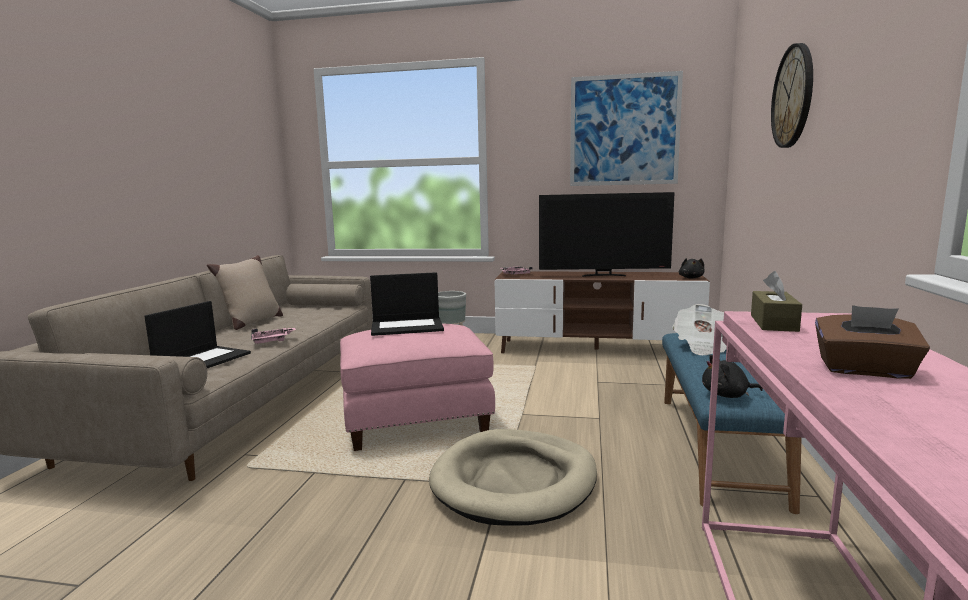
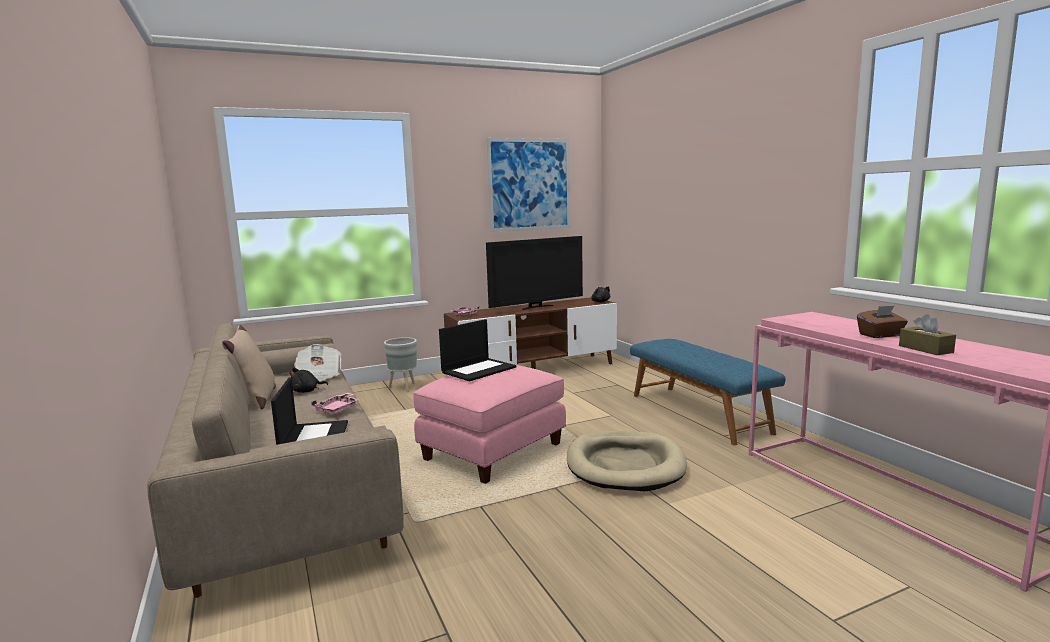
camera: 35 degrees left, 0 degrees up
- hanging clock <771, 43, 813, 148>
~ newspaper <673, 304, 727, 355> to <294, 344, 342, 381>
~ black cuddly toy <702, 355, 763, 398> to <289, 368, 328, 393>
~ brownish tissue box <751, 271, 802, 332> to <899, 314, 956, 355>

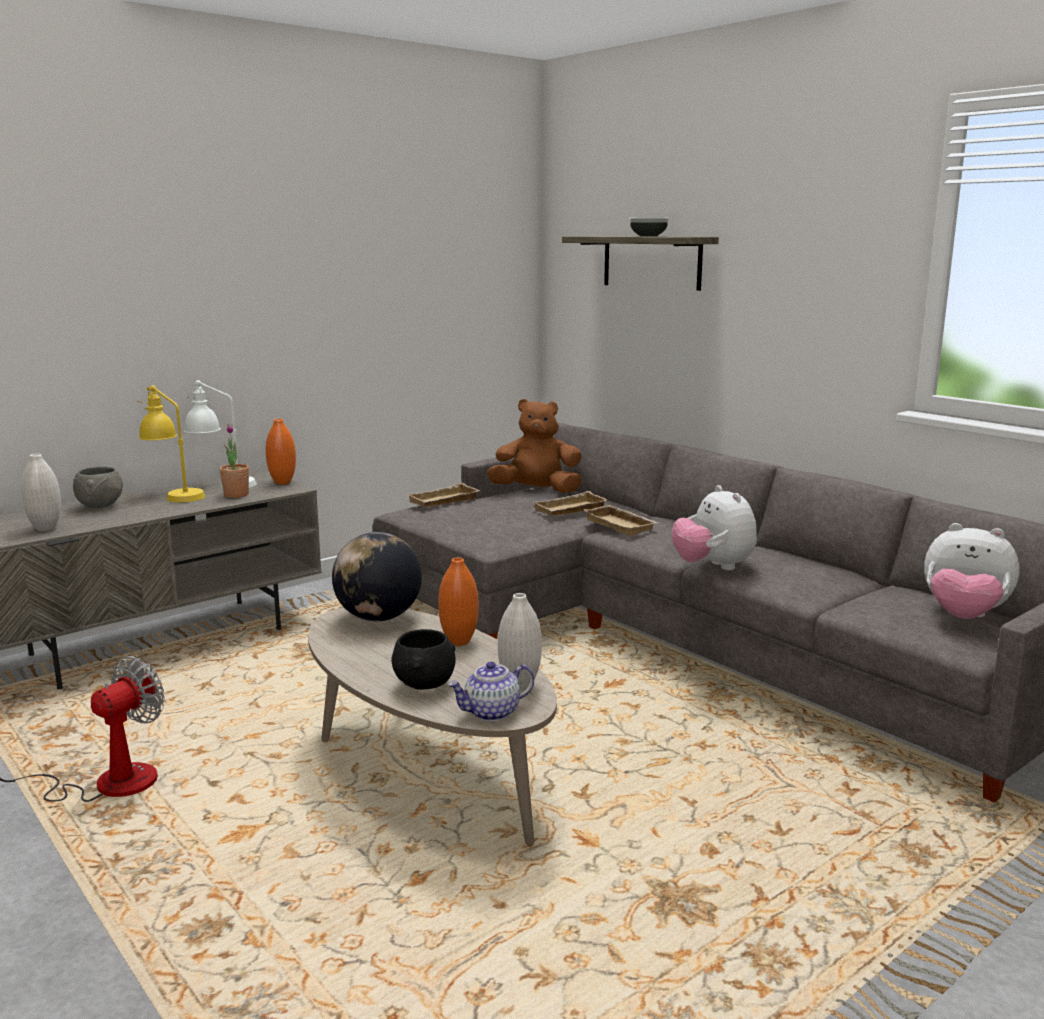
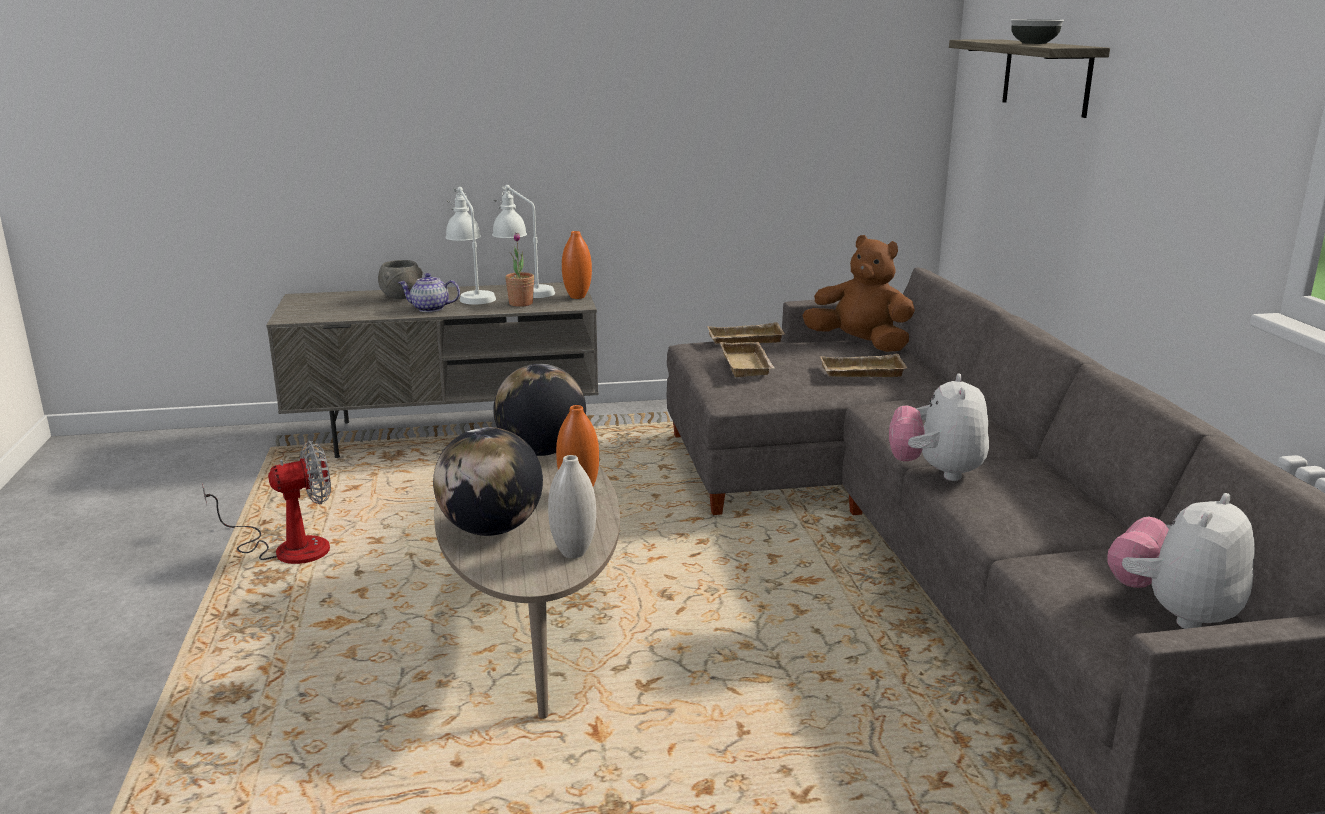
camera: 30 degrees right, 5 degrees up
- white flower vase <21, 454, 61, 531>
~ teapot <448, 661, 534, 721> to <398, 273, 460, 312>
~ sand-coloured serving tray <583, 505, 658, 536> to <720, 342, 775, 377>
~ black deep dish <391, 629, 456, 690> to world globe <433, 427, 543, 536>
~ yellow-coloured tabletop lamp <138, 385, 205, 502> to white tabletop lamp <445, 187, 496, 305>
~ cuddly toy <924, 523, 1020, 619> = <1107, 493, 1255, 629> 75 degrees clockwise

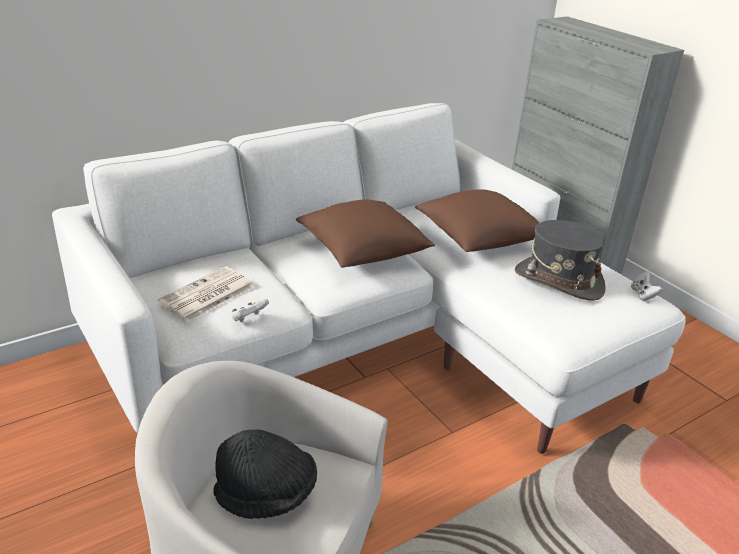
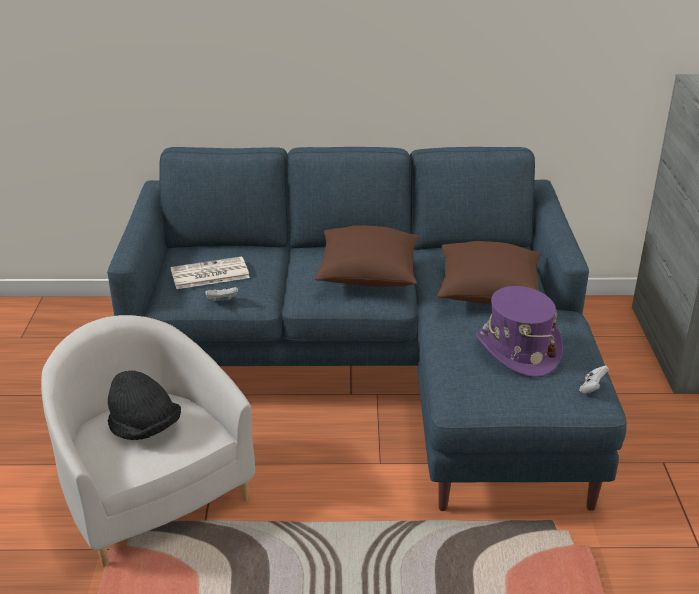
camera: 35 degrees right, 0 degrees up
~ white settee <52, 103, 686, 454> to blue-coloured settee <107, 147, 627, 511>
~ greyish clothing hat <515, 220, 606, 301> to purple-coloured clothing hat <476, 286, 563, 378>

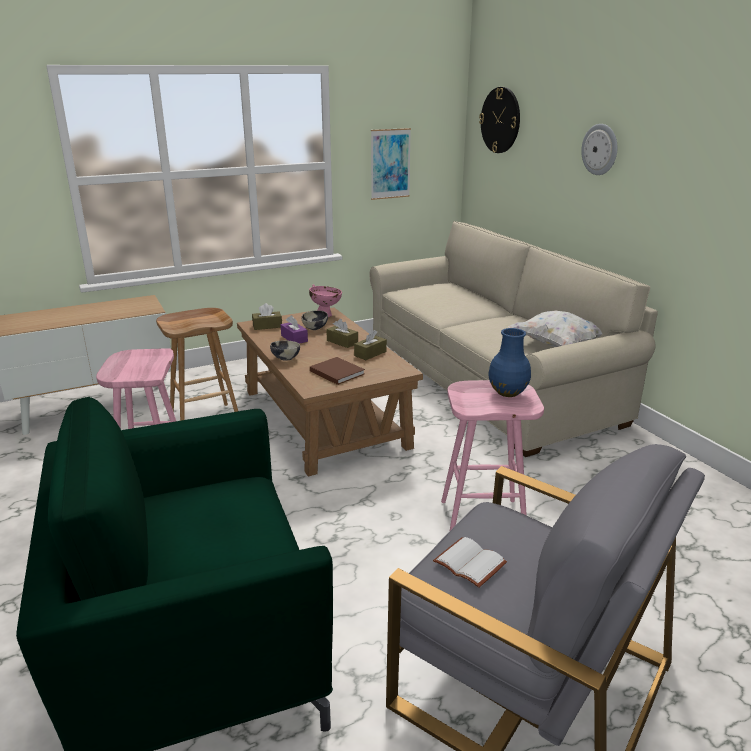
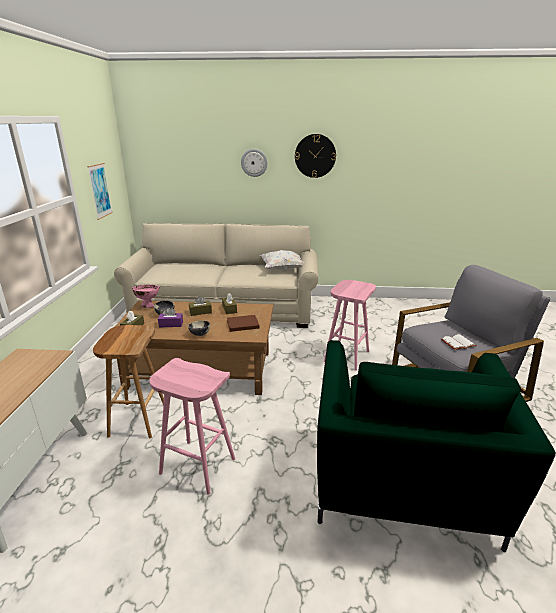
camera: 60 degrees left, 0 degrees up
- blue-coloured flower vase <488, 328, 531, 397>
~ hanging clock <479, 87, 520, 153> to <295, 134, 336, 178>

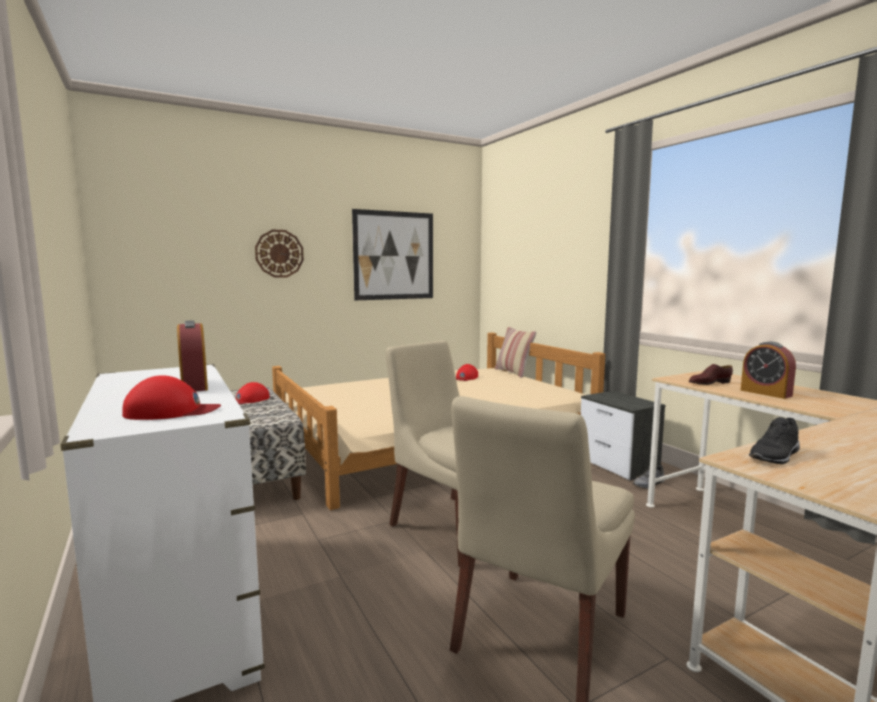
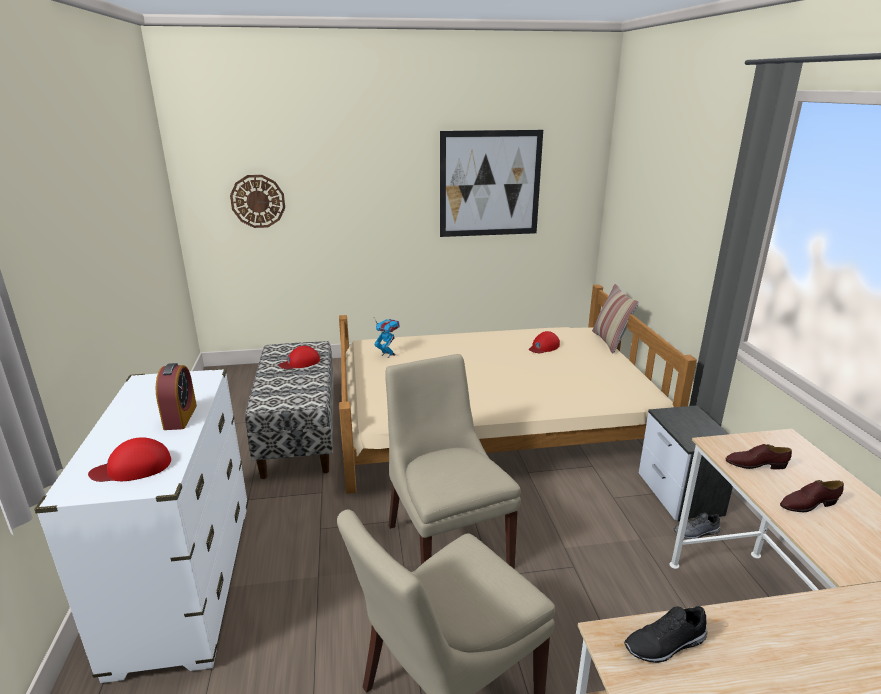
camera: 20 degrees right, 15 degrees up
+ robot figure <374, 318, 400, 358>
~ hanging clock <255, 230, 304, 278> to <230, 175, 285, 228>
~ table clock <741, 342, 796, 399> to brownish low shoe <780, 480, 844, 512>
~ red baseball cap <122, 375, 221, 420> = <88, 437, 171, 482> 150 degrees clockwise

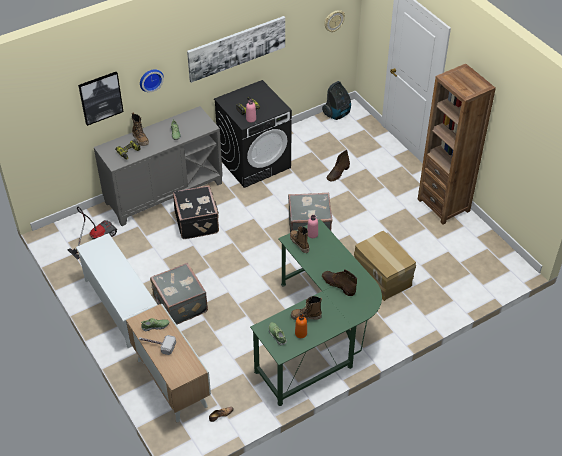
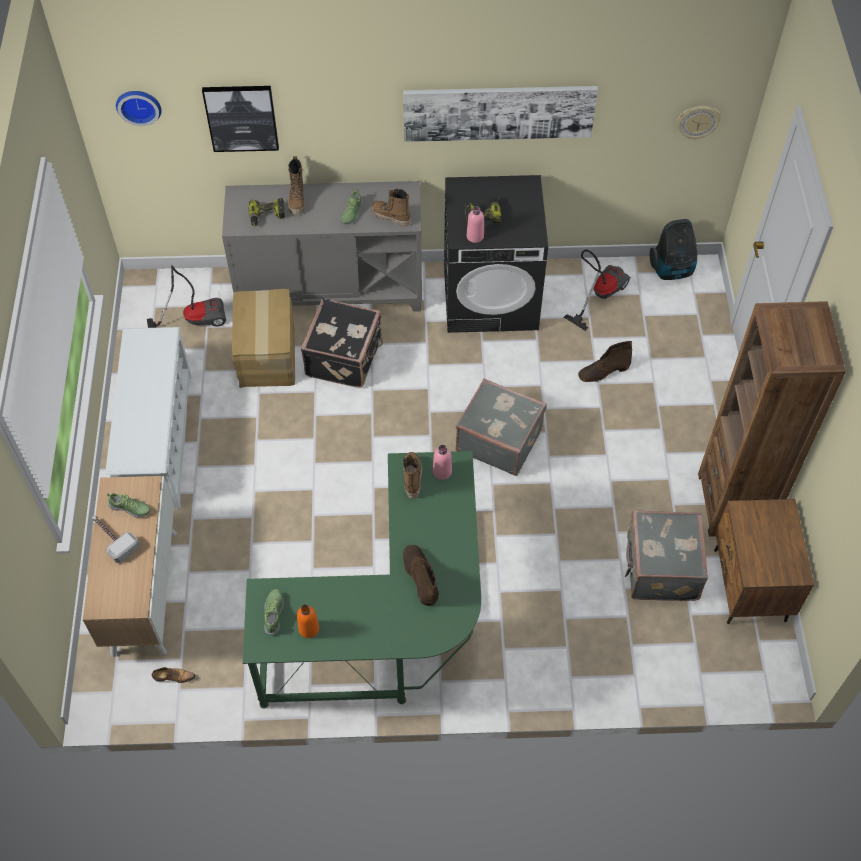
camera: 30 degrees right, 10 degrees up
+ vacuum cleaner <564, 249, 631, 331>
+ brownish night table <714, 499, 814, 624>
~ hanging clock <140, 69, 164, 92> to <116, 91, 162, 126>
~ greyish piece of luggage <150, 263, 208, 325> to <625, 510, 708, 601>
~ high-top boot <291, 296, 322, 320> to <371, 189, 411, 227>
~ cardboard box <354, 231, 416, 301> to <232, 289, 295, 388>

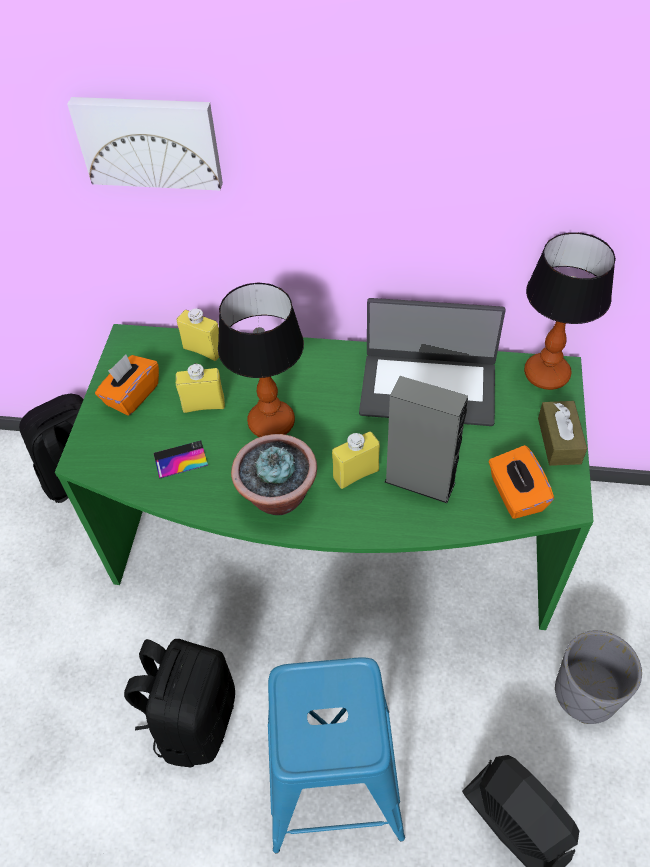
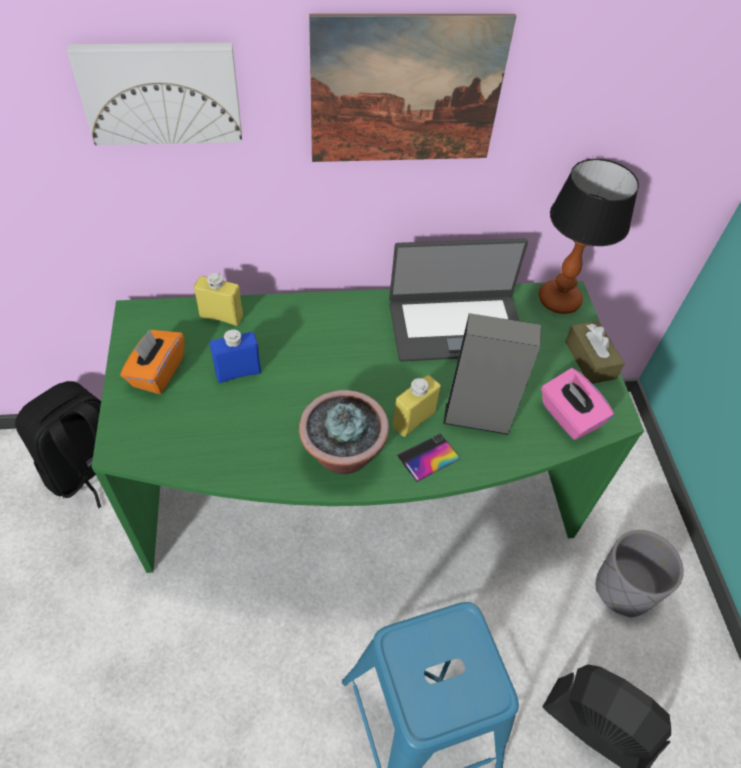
camera: 20 degrees left, 0 degrees up
- black knapsack <124, 639, 235, 767>
- tabletop lamp <218, 282, 304, 437>
+ picture <309, 14, 516, 162>
~ phone <154, 440, 208, 479> to <397, 434, 460, 482>
~ yellow-coloured bottle <176, 363, 225, 413> to blue-coloured bottle <210, 329, 261, 383>
~ orangey tissue box <488, 445, 554, 519> to pink-coloured tissue box <541, 368, 614, 440>

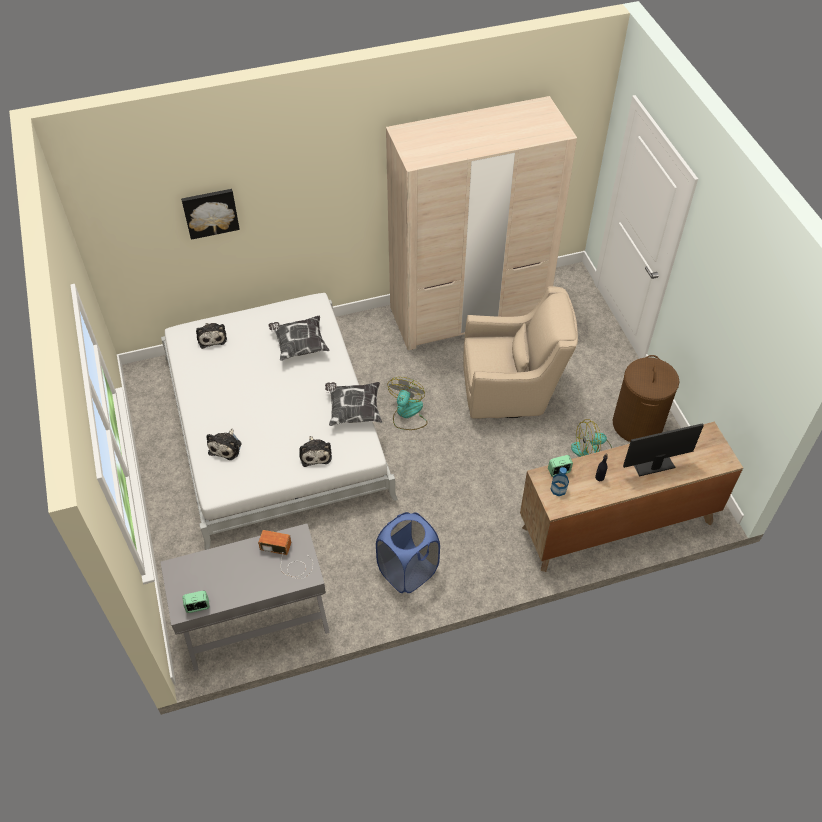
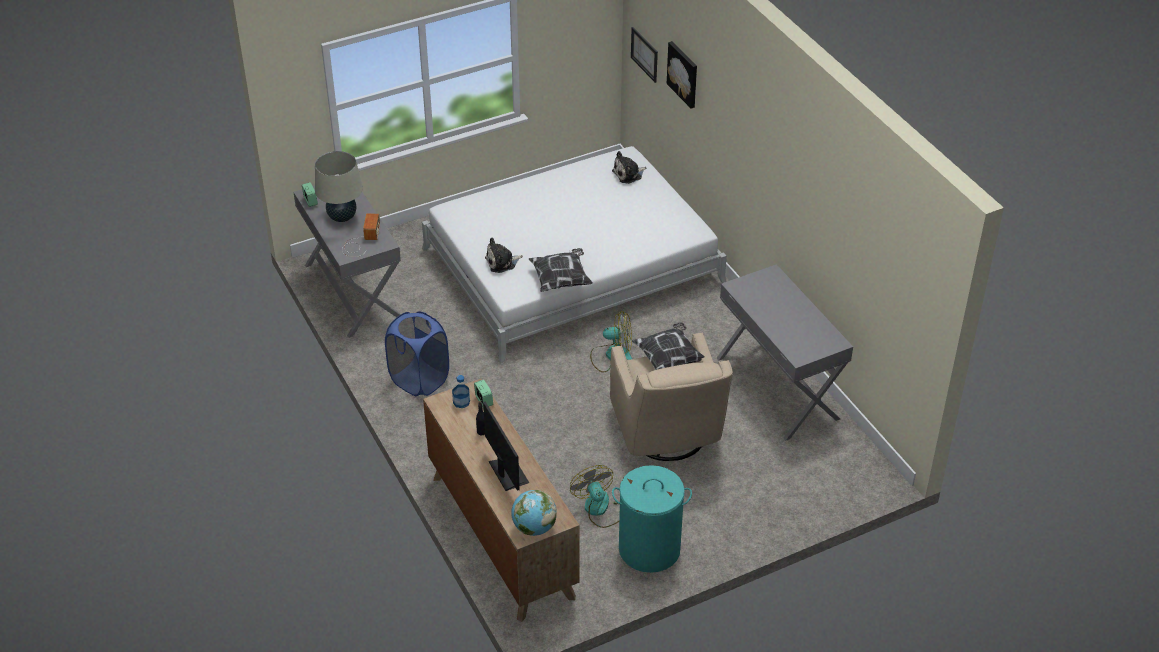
camera: 80 degrees right, 10 degrees down
- cuddly toy <206, 428, 241, 460>
+ sand-coloured tabletop lamp <315, 151, 363, 222>
+ world globe <511, 490, 557, 536>
+ picture <631, 27, 658, 83>
~ throw pillow <269, 316, 330, 361> to <632, 322, 704, 370>
~ sand-coloured armoire <386, 96, 577, 350> to greyish desk table <717, 264, 853, 441>
~ brownish hamper <613, 355, 679, 442> to turquoise-coloured hamper <612, 465, 692, 573>

